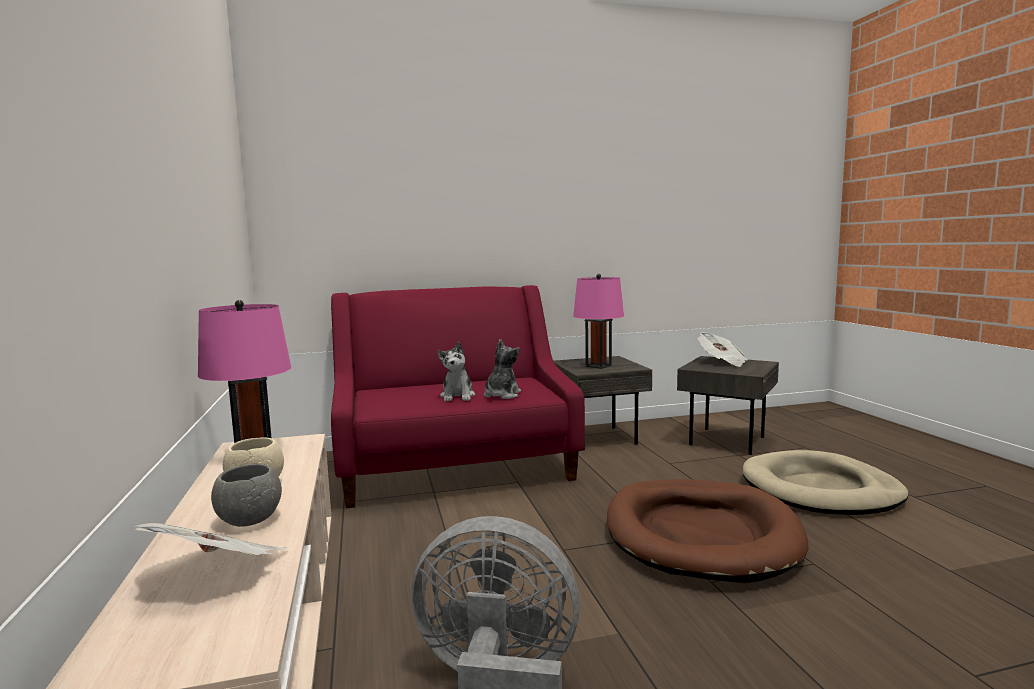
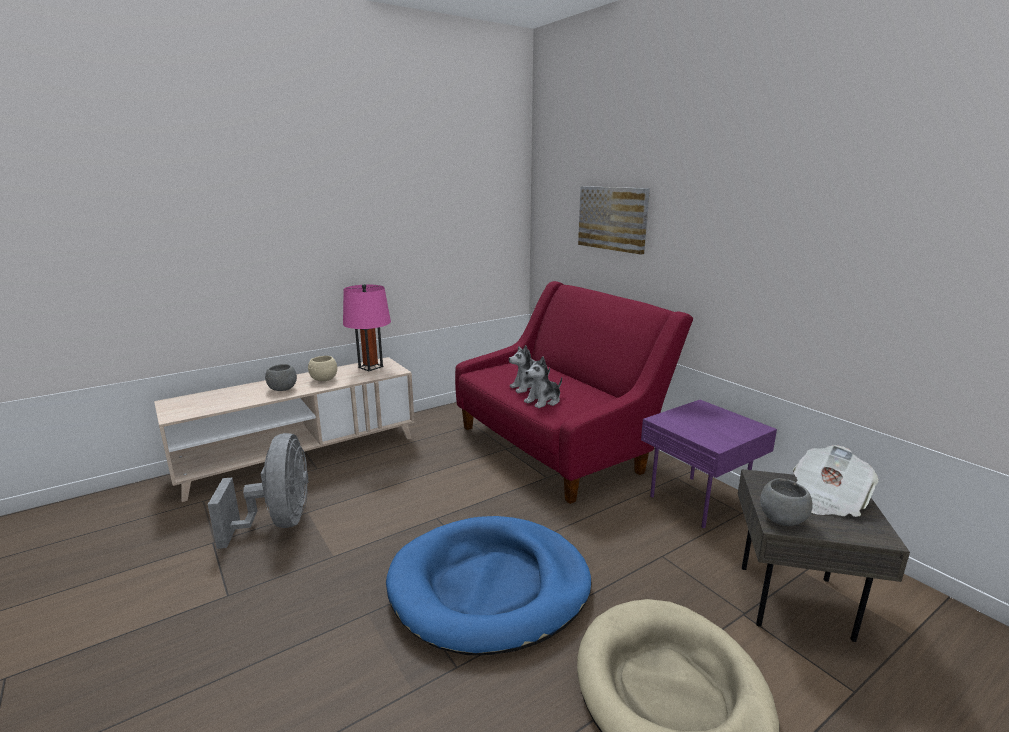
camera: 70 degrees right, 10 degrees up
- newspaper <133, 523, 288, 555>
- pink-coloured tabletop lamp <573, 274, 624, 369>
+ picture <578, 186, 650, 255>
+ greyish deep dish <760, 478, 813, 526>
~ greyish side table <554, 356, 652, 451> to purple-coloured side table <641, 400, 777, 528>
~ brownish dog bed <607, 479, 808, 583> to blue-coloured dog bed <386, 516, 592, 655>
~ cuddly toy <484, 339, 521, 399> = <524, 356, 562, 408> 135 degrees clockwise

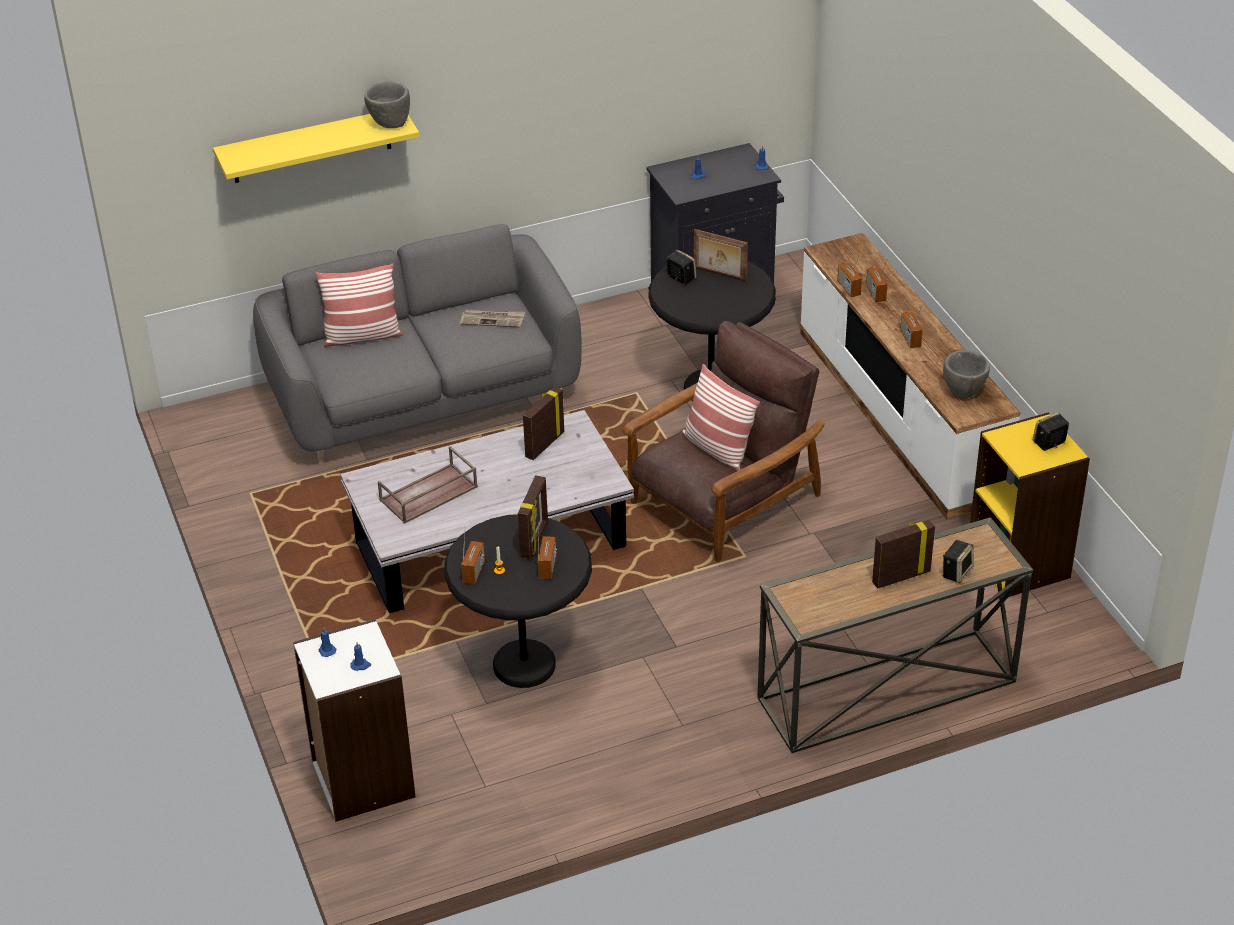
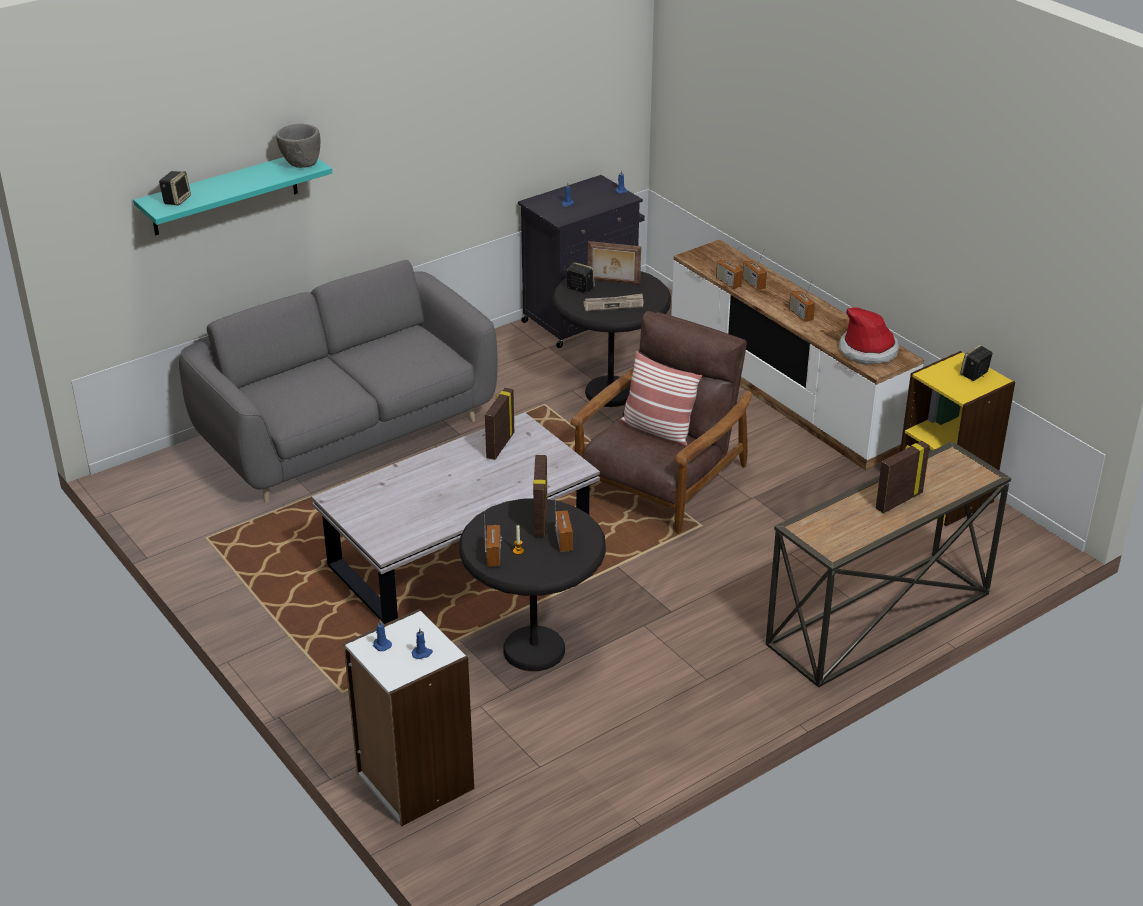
camera: 15 degrees left, 5 degrees down
- throw pillow <315, 263, 403, 347>
- brownish serving tray <378, 446, 478, 524>
~ newspaper <460, 310, 525, 328> to <583, 294, 644, 311>
~ loudspeaker <943, 540, 974, 583> to <159, 171, 191, 206>
~ greyish deep dish <943, 350, 990, 398> to clothing hat <839, 307, 899, 365>
~ yellow-coloured wall shelf <213, 114, 420, 183> to turquoise-coloured wall shelf <133, 157, 332, 235>

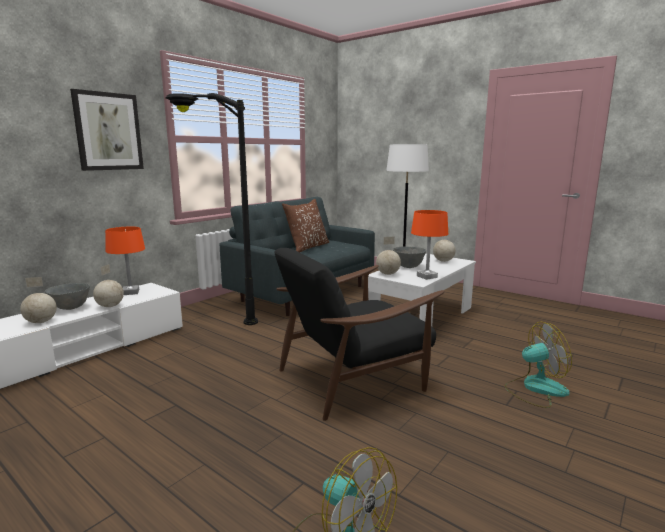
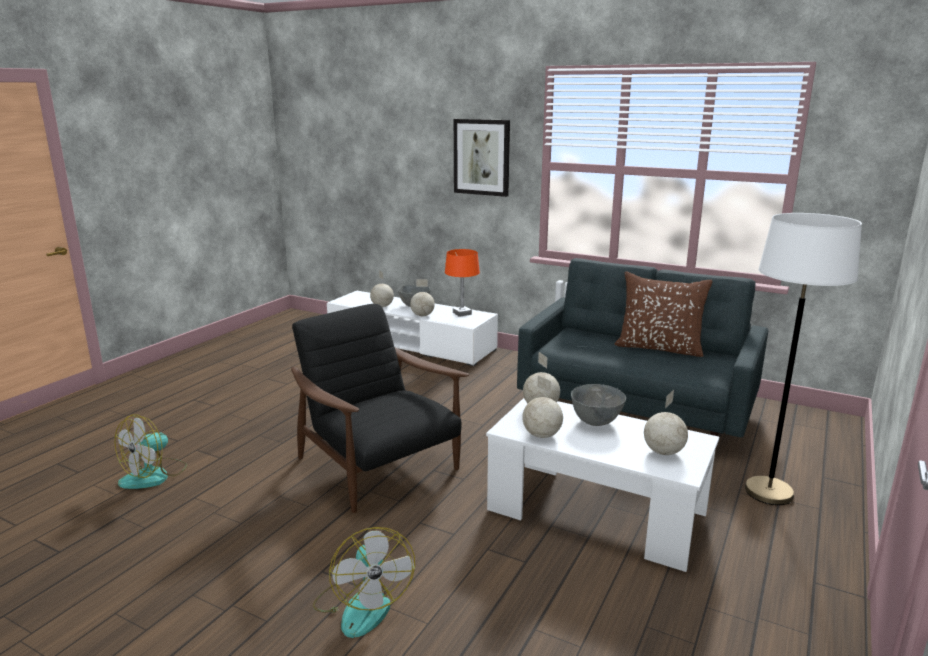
camera: 80 degrees right, 5 degrees up
- black standard lamp <165, 93, 258, 325>
~ orangey tabletop lamp <411, 210, 448, 280> to world globe <522, 376, 563, 438>

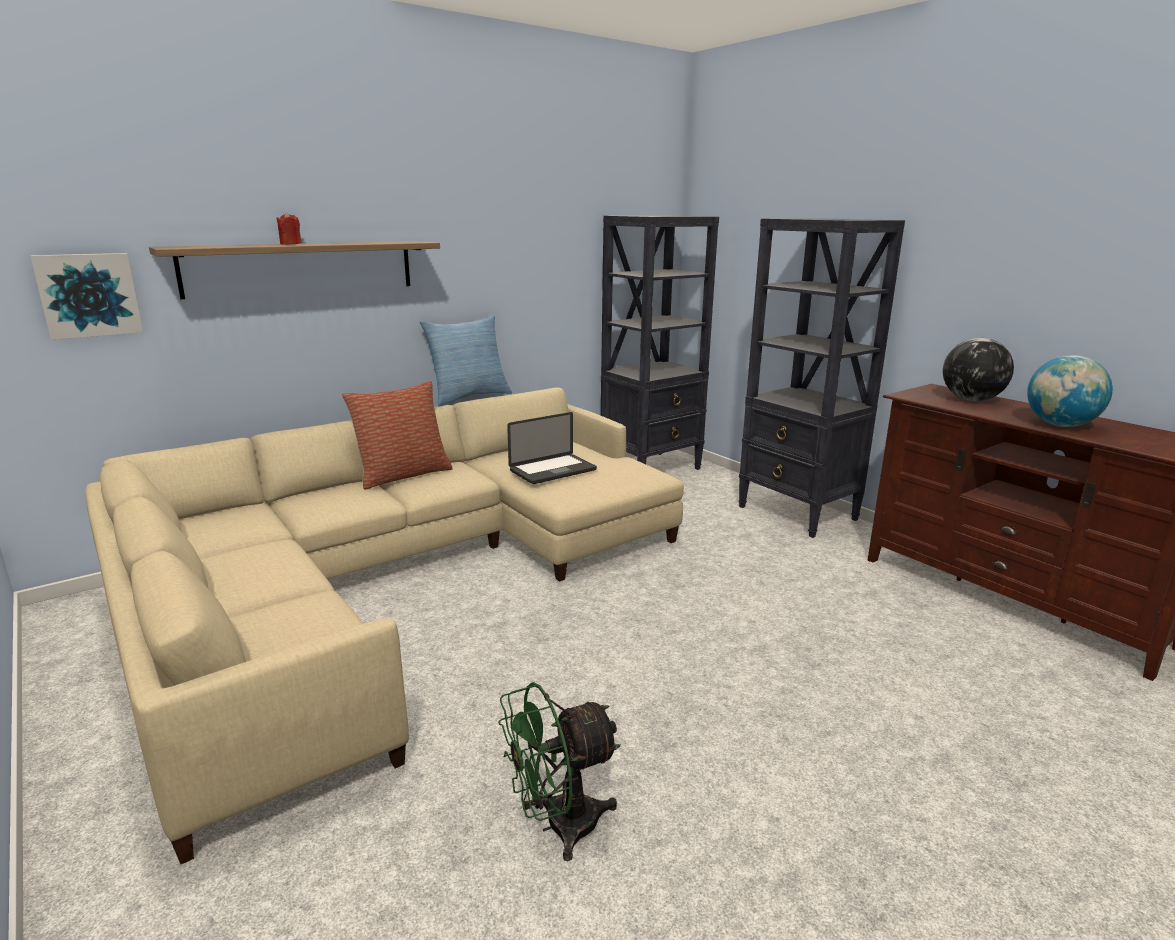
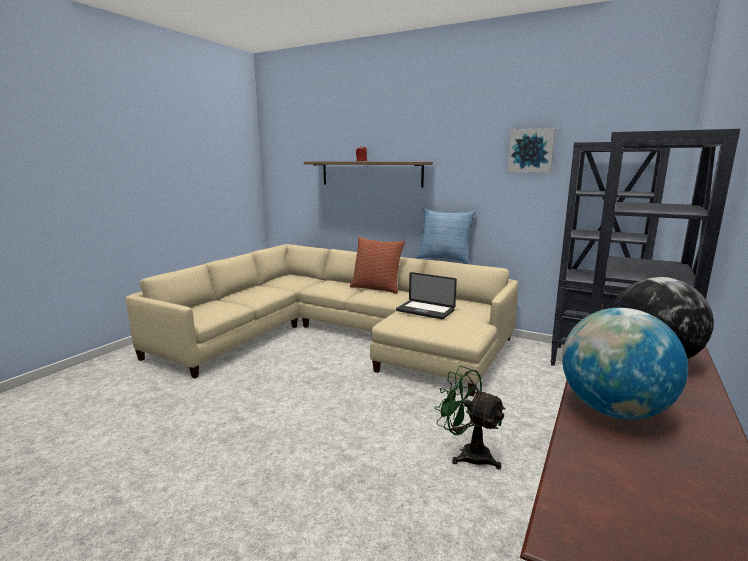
camera: 65 degrees right, 5 degrees down
~ picture <30, 253, 143, 340> to <508, 128, 556, 173>
~ green cooling fan <498, 682, 621, 861> to <435, 366, 506, 469>

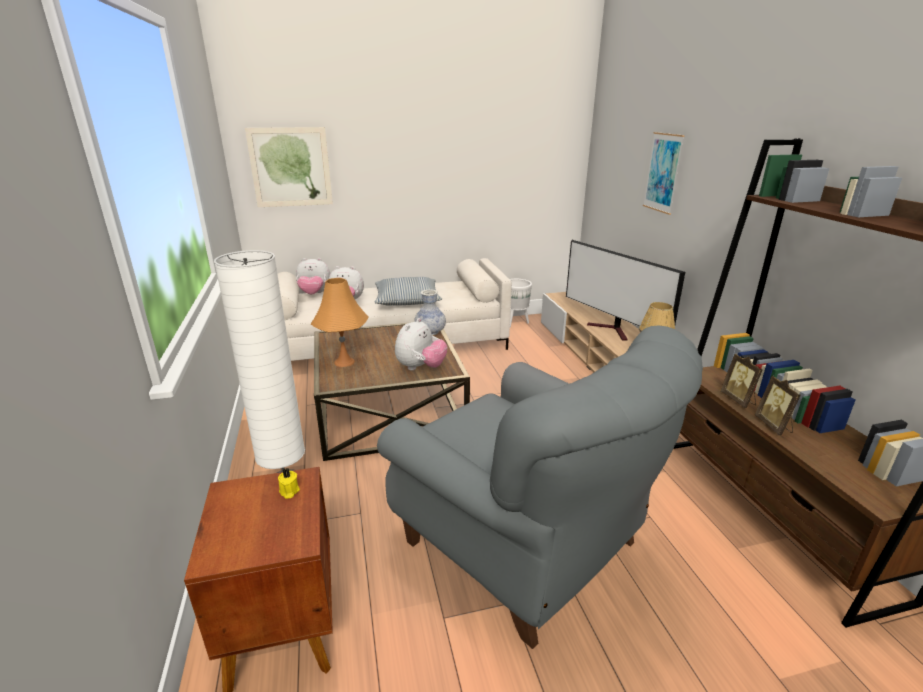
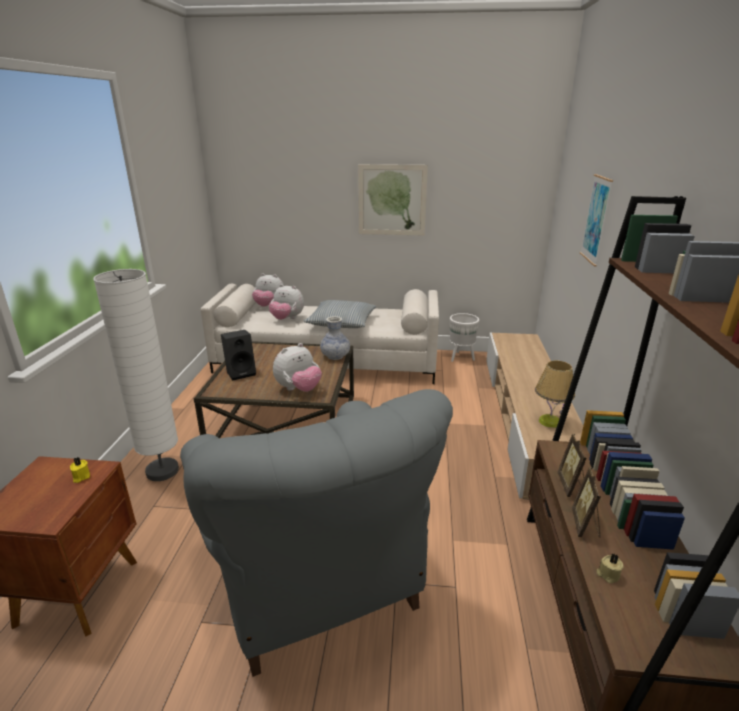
camera: 20 degrees right, 0 degrees up
- TV <566, 240, 685, 340>
+ sand-coloured wax light <596, 553, 624, 583>
~ picture <245, 127, 333, 207> to <358, 164, 428, 235>
~ orangey tabletop lamp <311, 278, 369, 367> to black loudspeaker <221, 330, 256, 380>

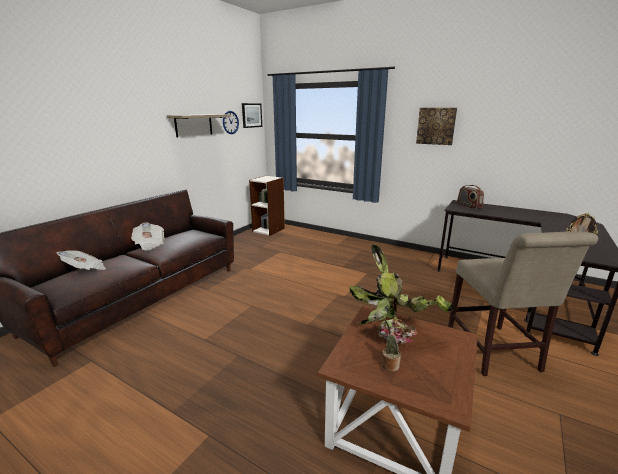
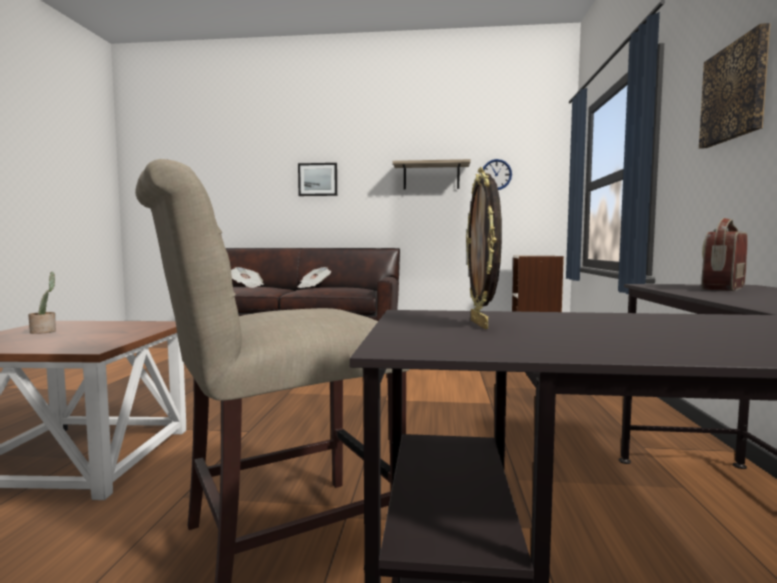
camera: 65 degrees right, 15 degrees down
- houseplant <349, 244, 453, 344>
~ picture <242, 103, 262, 128> to <298, 163, 337, 196>

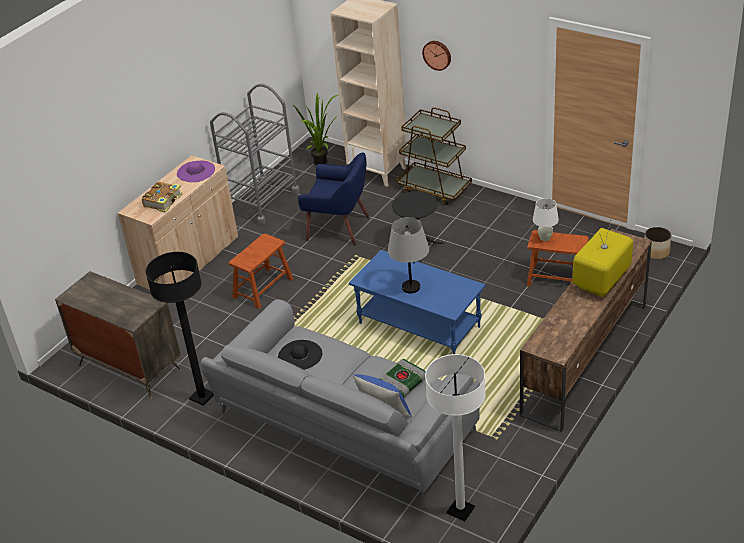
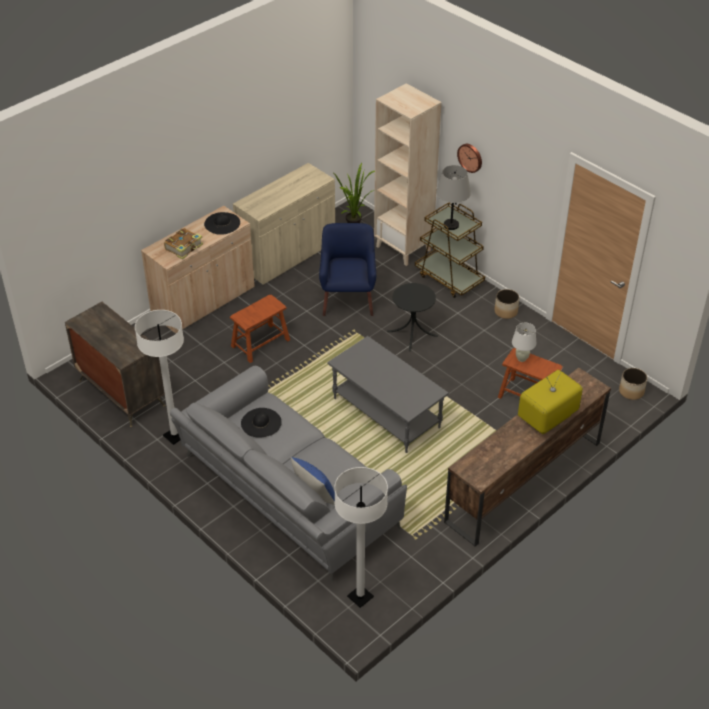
camera: 10 degrees right, 5 degrees up
- bound book <379, 359, 426, 398>
+ flower pot <494, 289, 519, 319>
~ greyish tabletop lamp <388, 217, 429, 293> to <436, 165, 471, 230>
~ greyish cart <210, 84, 300, 225> to sand-coloured cupboard <233, 163, 335, 285>
~ black standard lamp <146, 252, 214, 406> to white standard lamp <135, 310, 184, 445>
~ purple-coloured clothing hat <177, 161, 215, 182> to black clothing hat <204, 212, 240, 235>
~ blue-coloured lounge table <349, 250, 486, 354> to greyish lounge table <327, 336, 449, 453>
~ blue-coloured easy chair <298, 153, 370, 246> = <319, 223, 376, 316> 120 degrees counterclockwise

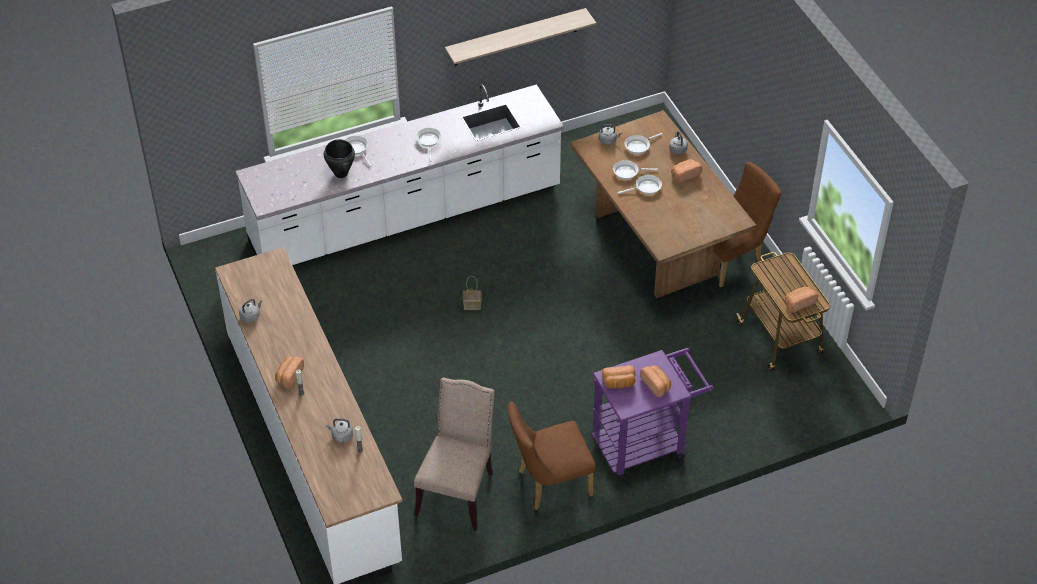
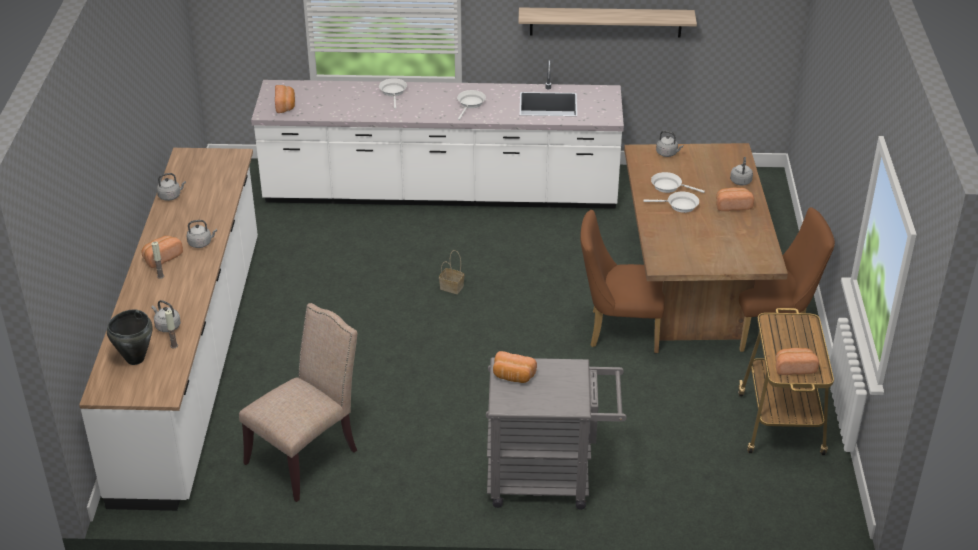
camera: 25 degrees right, 10 degrees down
- white skillet <625, 133, 662, 154>
+ greyish kettle <187, 220, 217, 248>
~ black saucepot <324, 139, 355, 178> to <107, 310, 152, 365>
~ brownish chair <508, 401, 596, 510> to <580, 210, 665, 353>
~ bread <640, 366, 671, 397> to <275, 85, 295, 113>
~ purple-coloured cart <591, 348, 714, 480> to greyish cart <486, 358, 627, 510>

